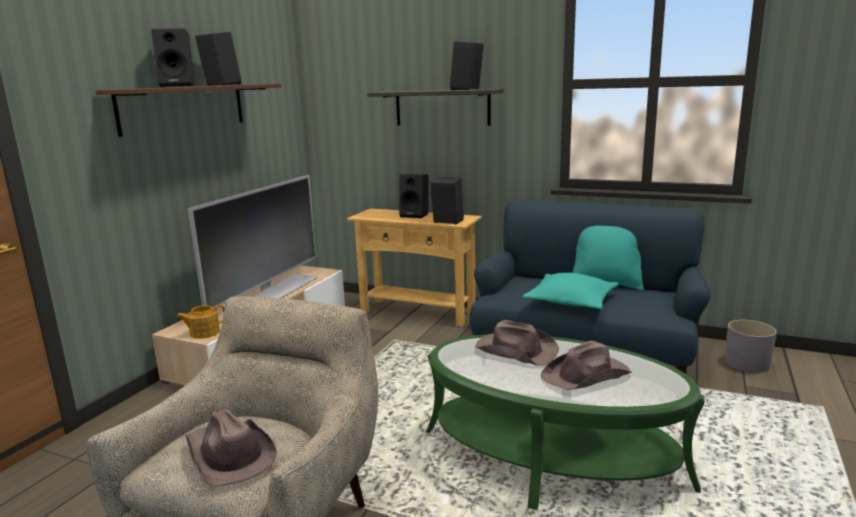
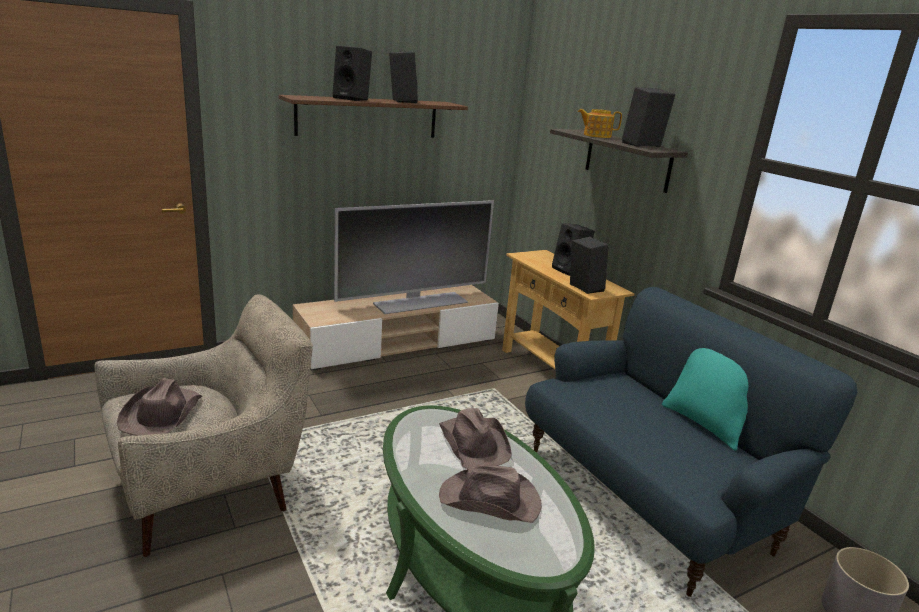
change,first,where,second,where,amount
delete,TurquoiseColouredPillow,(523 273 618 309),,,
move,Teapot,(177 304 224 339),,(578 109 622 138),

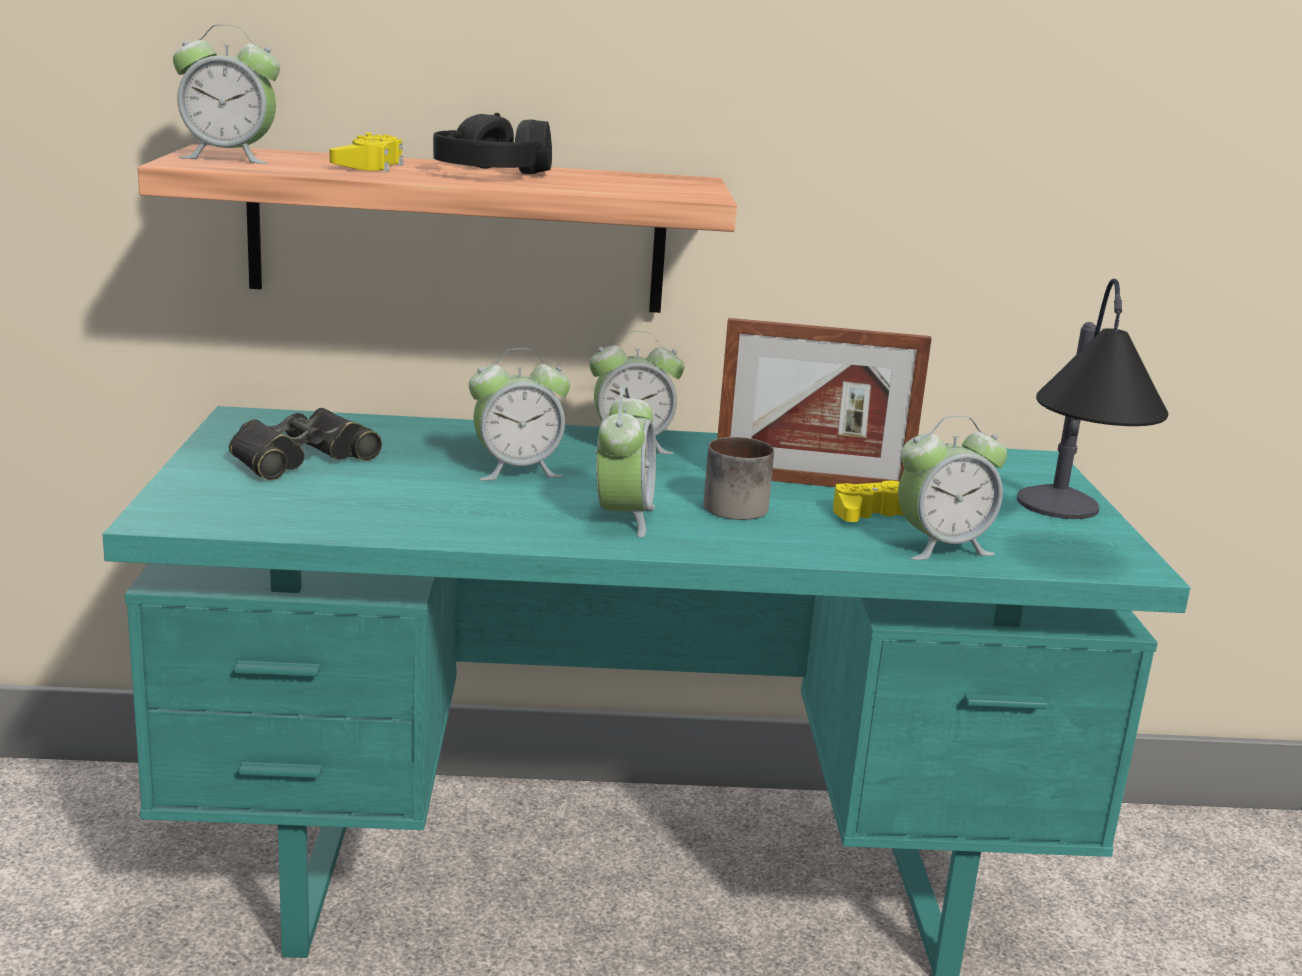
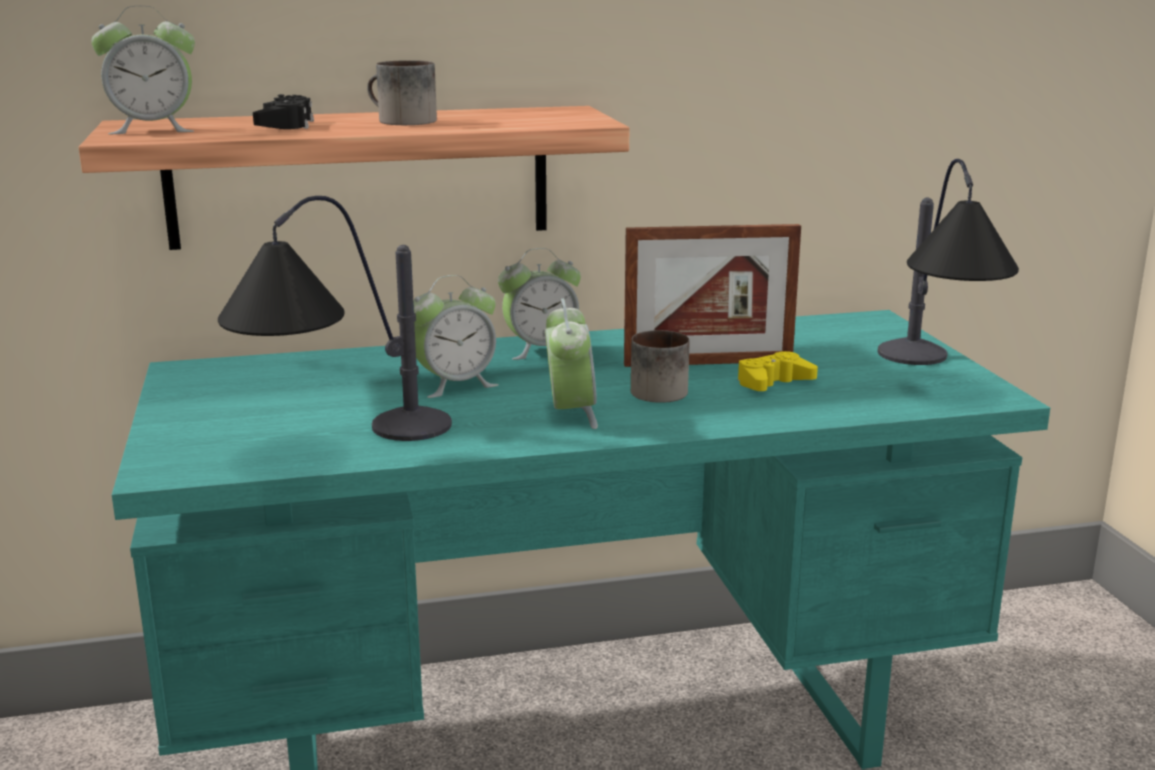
change,first,where,second,where,amount
replace,BlackHeadphones,(433 113 552 174),CoffeeMug,(367 60 437 125),
recolor,YellowColouredGameController,(330 133 404 172),BlackGameController,(253 94 314 129),
delete,BlackPairOfBinoculars,(229 408 382 480),,,
delete,BedsideClock,(898 415 1007 560),,,
insert,,,LampForATable,(218 196 452 441),

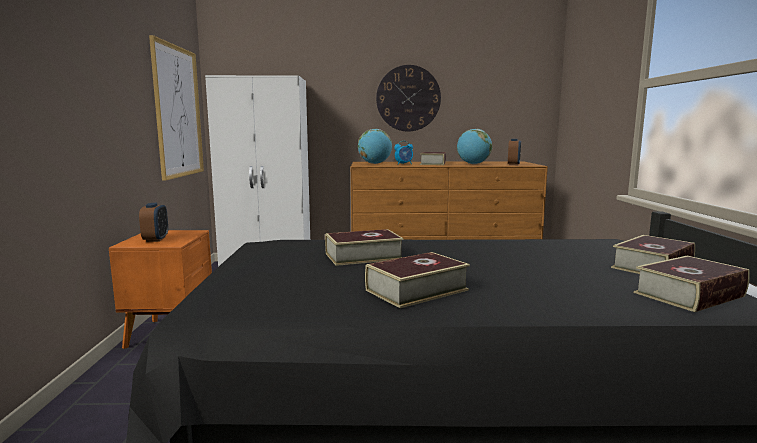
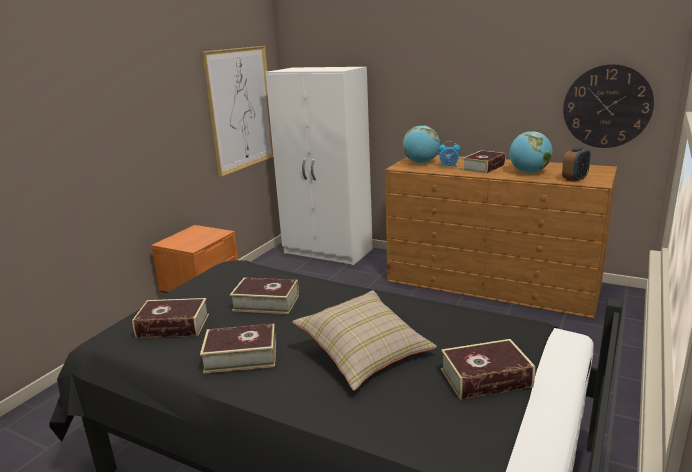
change,first,where,second,where,amount
move,ClockOnTheWall,(376 65 441 131),,(563 64 654 148),
delete,BedsideClock,(139 203 168 242),,,
move,BoundBook,(634 256 750 312),,(132 298 209 338),
insert,,,BeigeColouredPillow,(292 290 437 391),

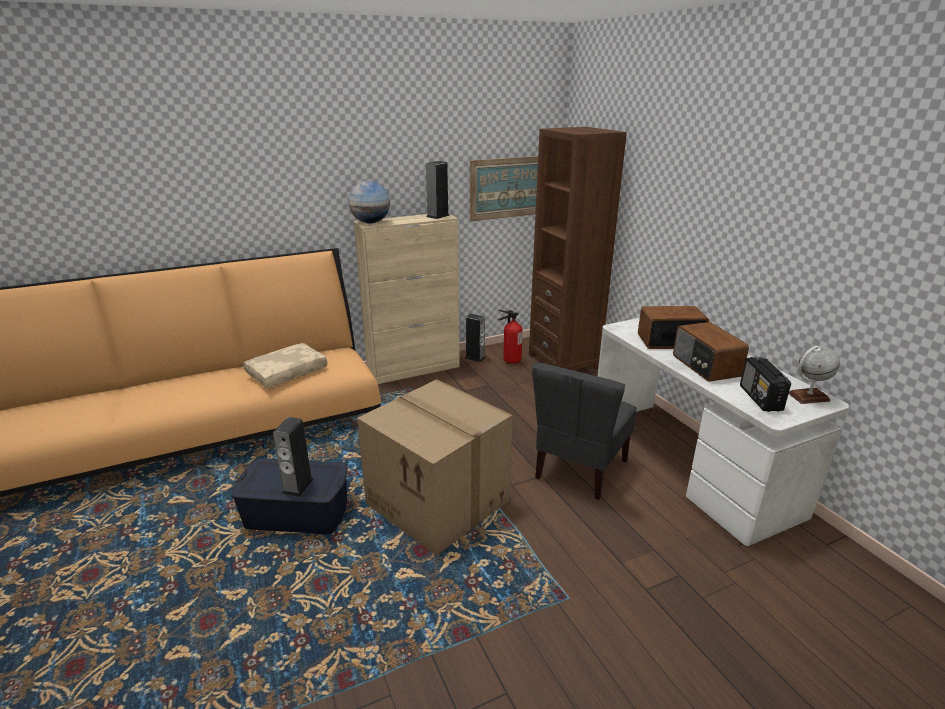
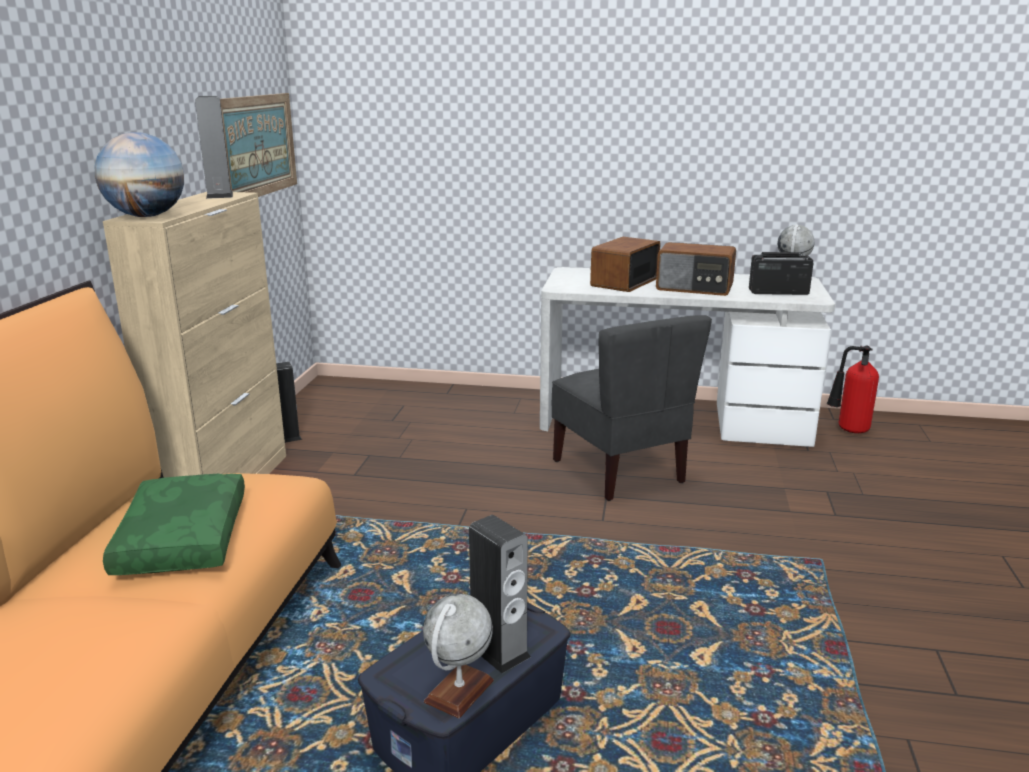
change,first,where,second,where,amount
delete,BrownColouredBookcase,(529 127 627 370),,,
move,Extinguisher,(498 310 523 364),,(827 346 879 433),
recolor,BeigeColouredPillow,(243 343 327 388),GreenPillow,(103 474 245 575),
rotate,RadioReceiver,(740 357 791 412),,(749 252 813 295),150 degrees clockwise
delete,CardboardBox,(357 379 513 556),,,
insert,,,Globe,(423 593 494 718),

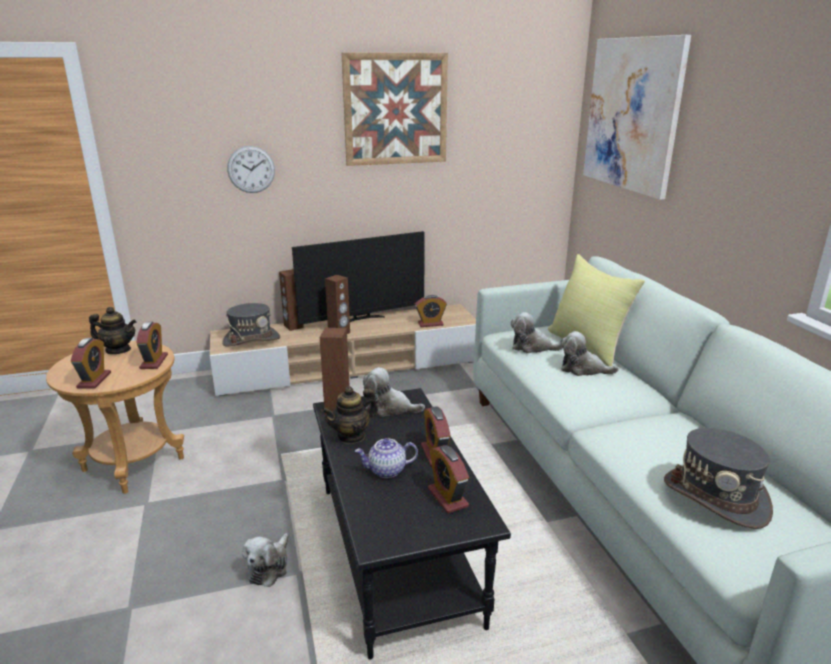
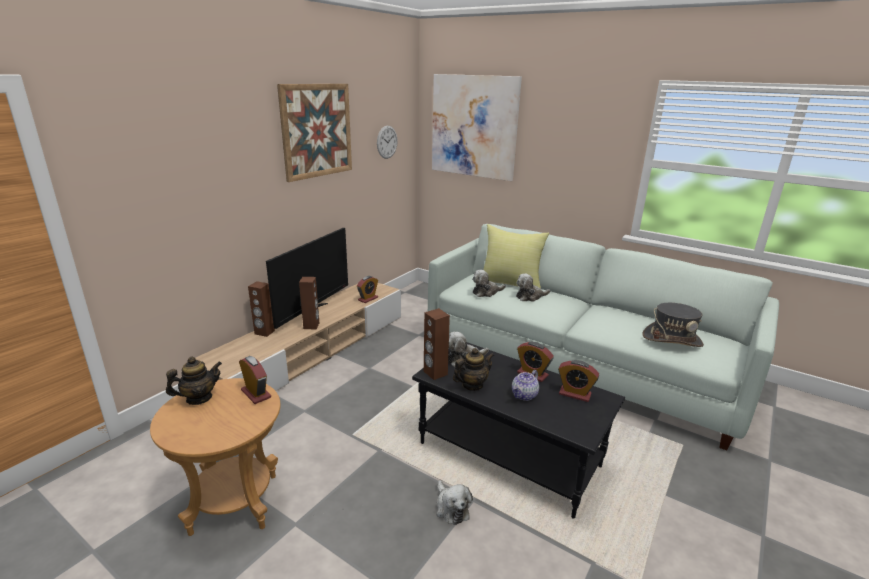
change,first,where,second,where,amount
move,ClockOnTheWall,(227 146 275 193),,(377 126 398 159),
delete,GrayWearableHat,(222 303 280 346),,,
delete,BedsideClock,(71 338 111 388),,,
rotate,Teapot,(321 386 378 444),,(453 348 494 391),135 degrees counterclockwise

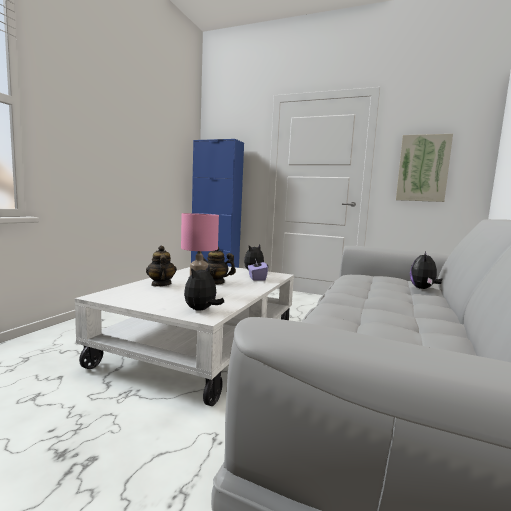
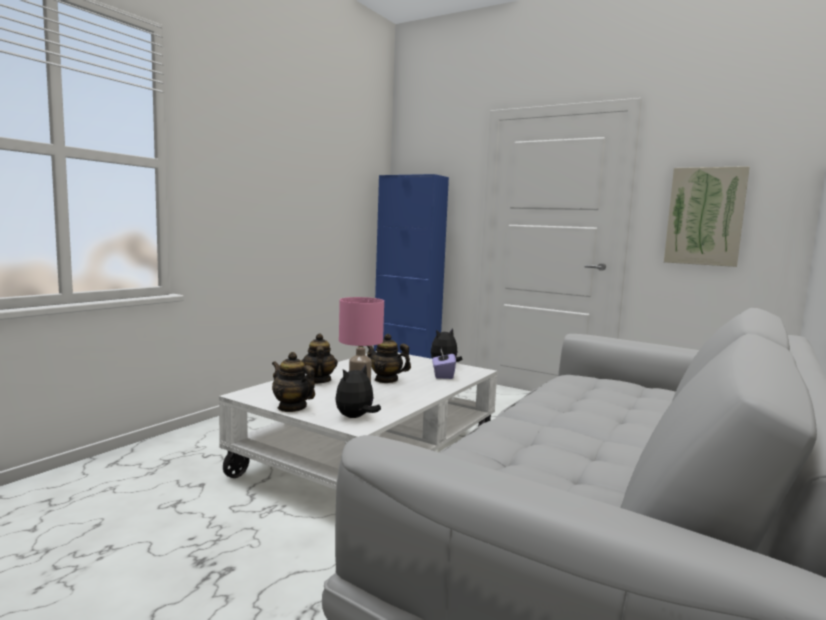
change,first,where,second,where,amount
delete,CuddlyToy,(410 252 442 289),,,
insert,,,Teapot,(272 352 315 412),

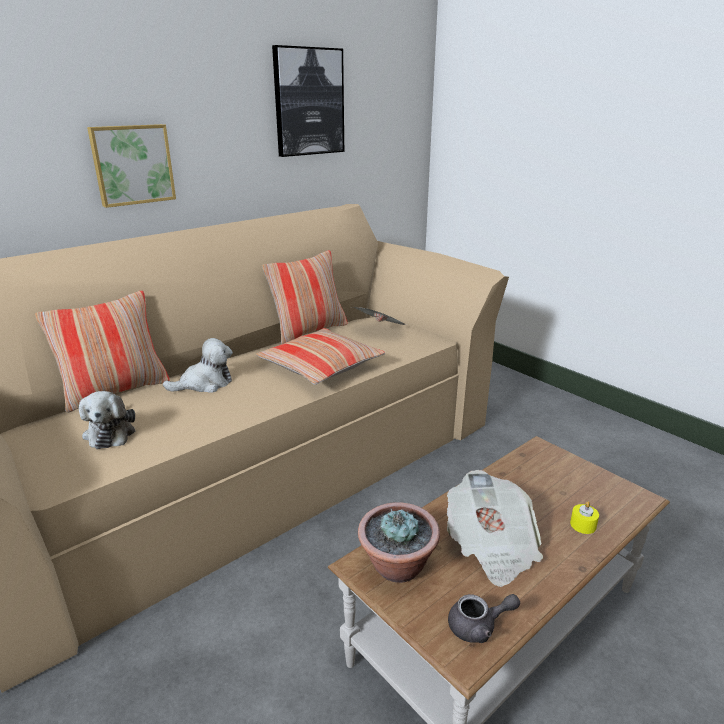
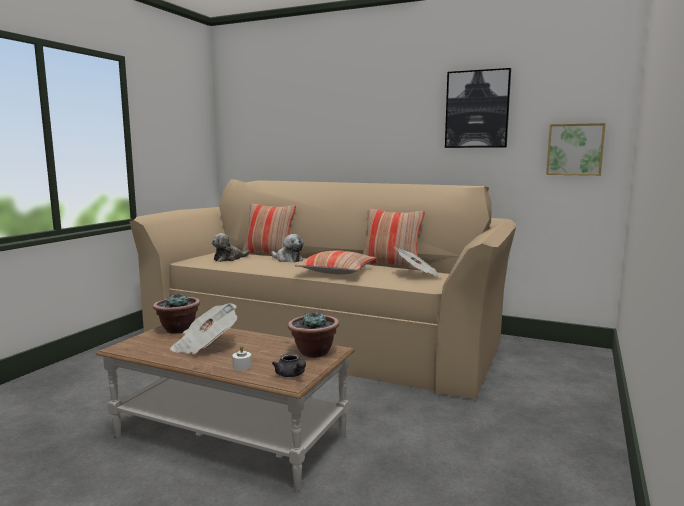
change,first,where,second,where,amount
move,WallArt,(87 124 176 208),,(546 123 606 176),
recolor,YellowColouredWaxCandle,(570 501 599 534),WhiteColouredWaxCandle,(232 345 252 371),
move,GrayTeapot,(448 594 520 643),,(272 353 306 377),
insert,,,PlantInAPot,(288 311 339 358),

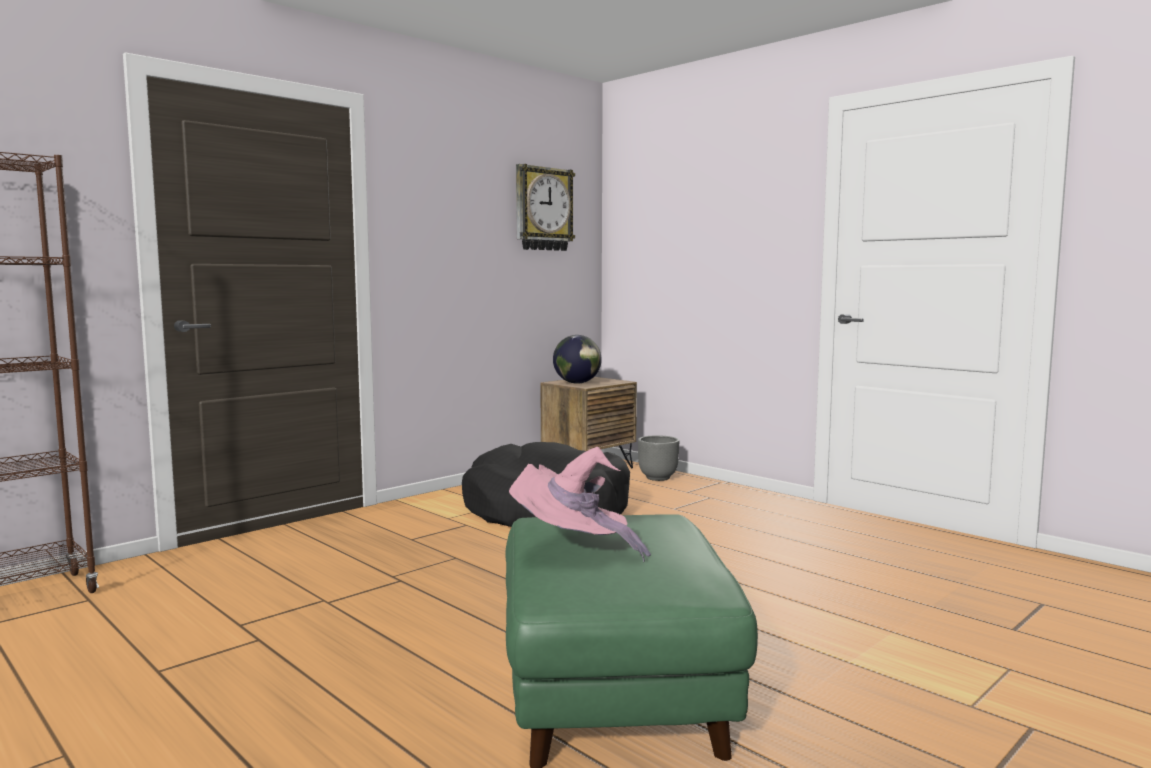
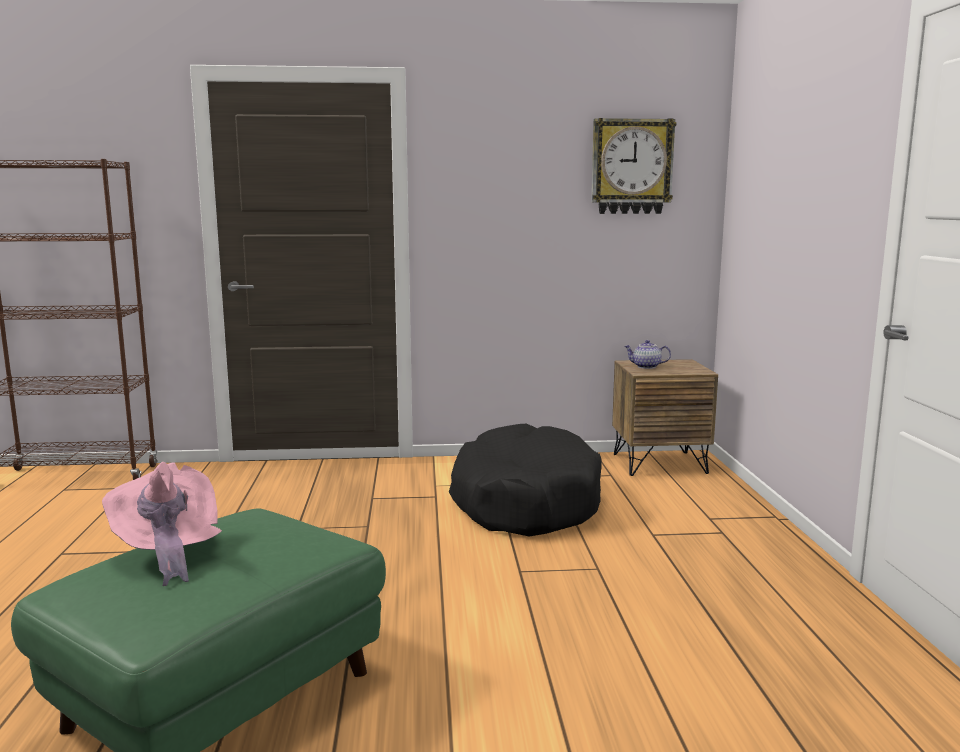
change,first,where,second,where,amount
replace,Globe,(553 335 602 384),Teapot,(624 340 671 369),
delete,GrayFlowerPot,(638 435 679 481),,,

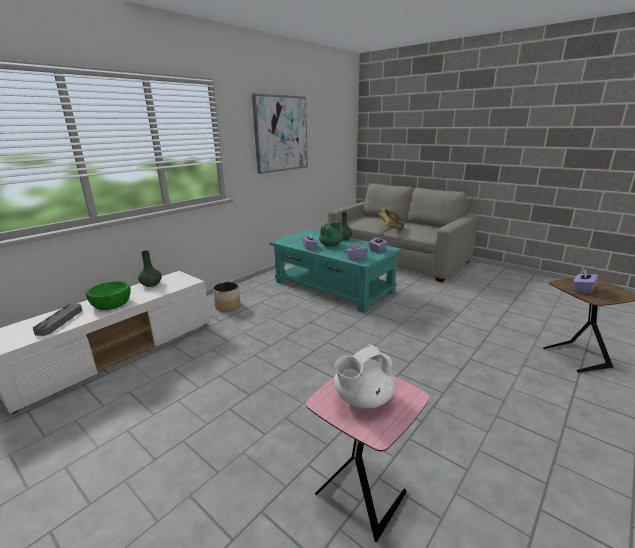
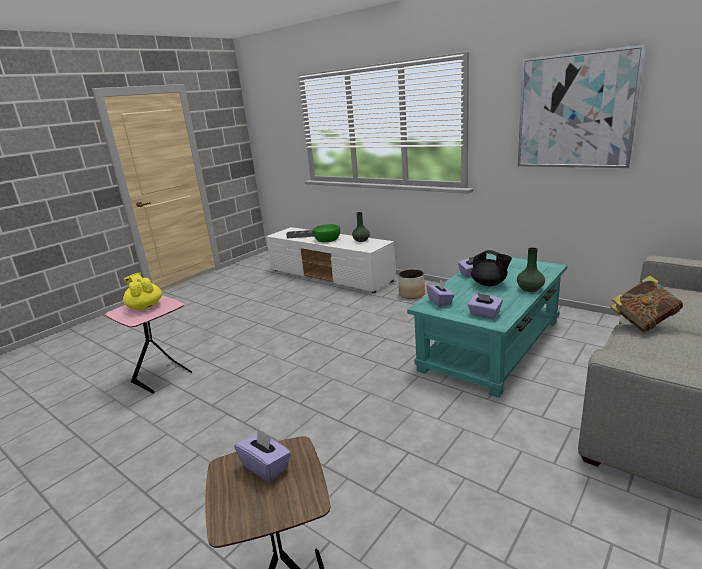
change,first,where,second,where,amount
recolor,GreenTeapot,(319 222 343 247),BlackTeapot,(471 250 512 286),
recolor,WhiteColouredTeapot,(334 344 394 409),YellowColouredTeapot,(123 272 162 310),

